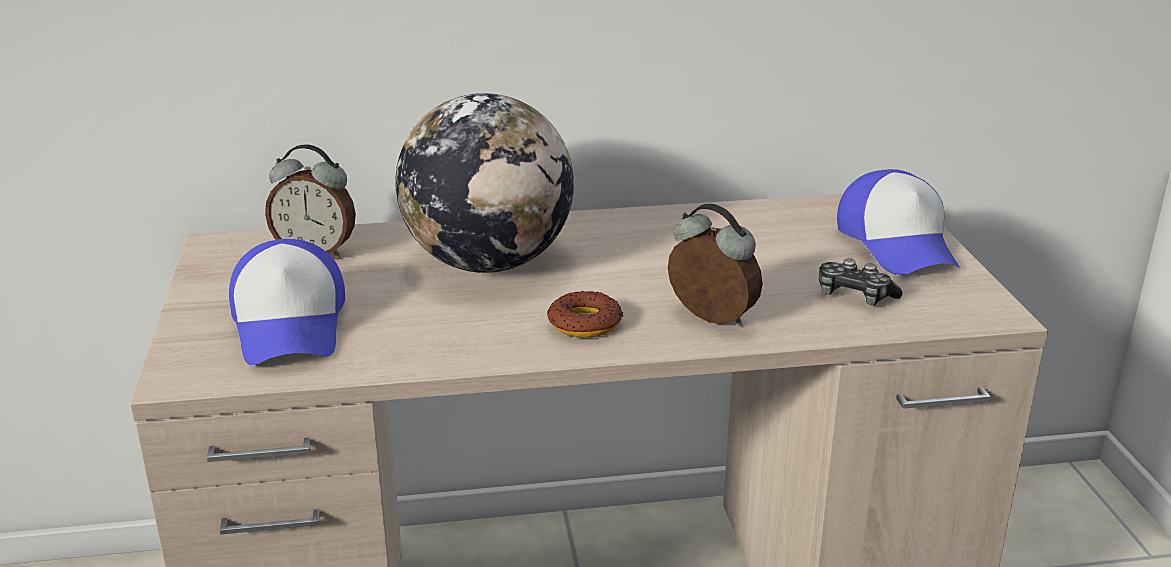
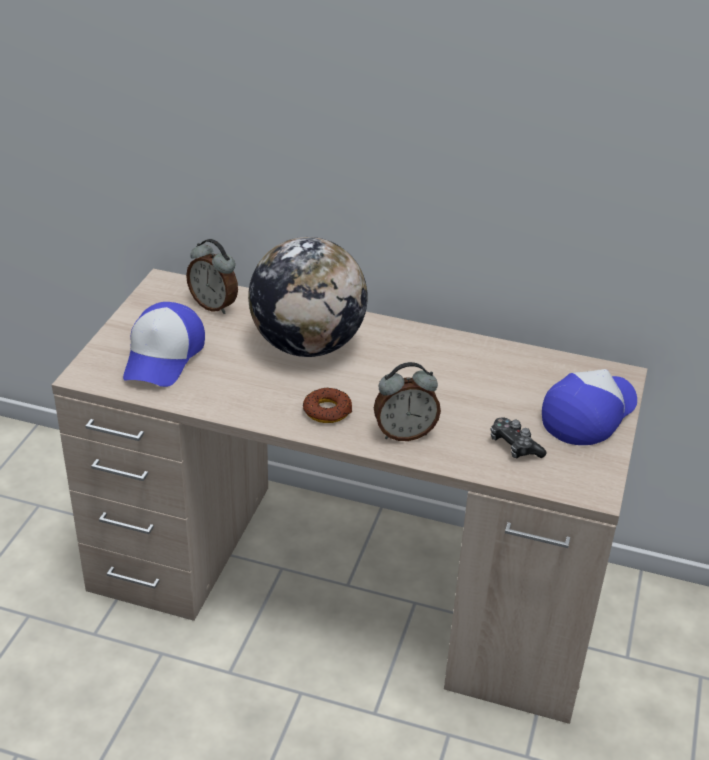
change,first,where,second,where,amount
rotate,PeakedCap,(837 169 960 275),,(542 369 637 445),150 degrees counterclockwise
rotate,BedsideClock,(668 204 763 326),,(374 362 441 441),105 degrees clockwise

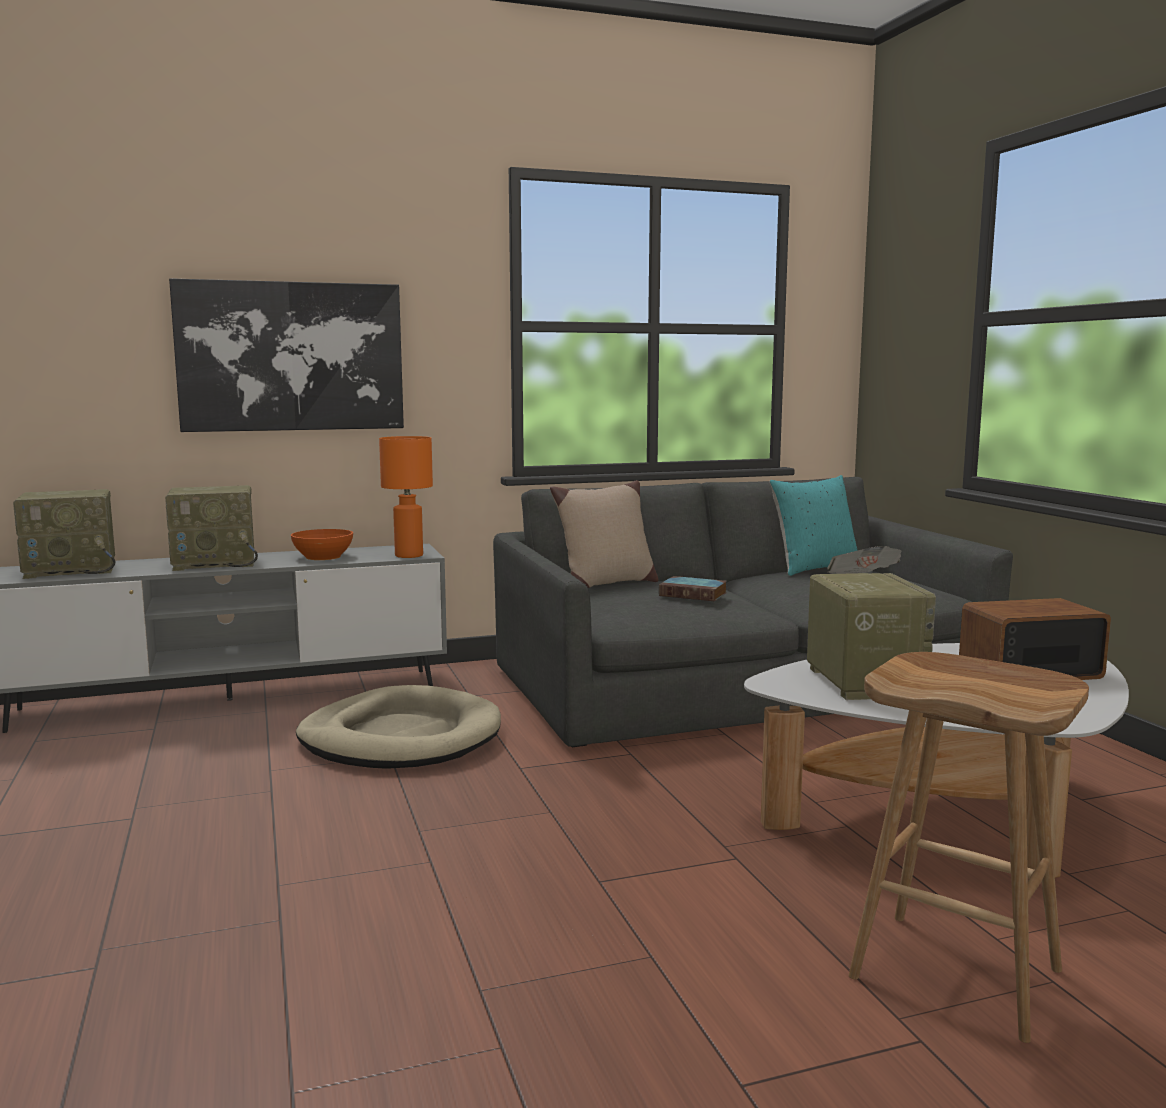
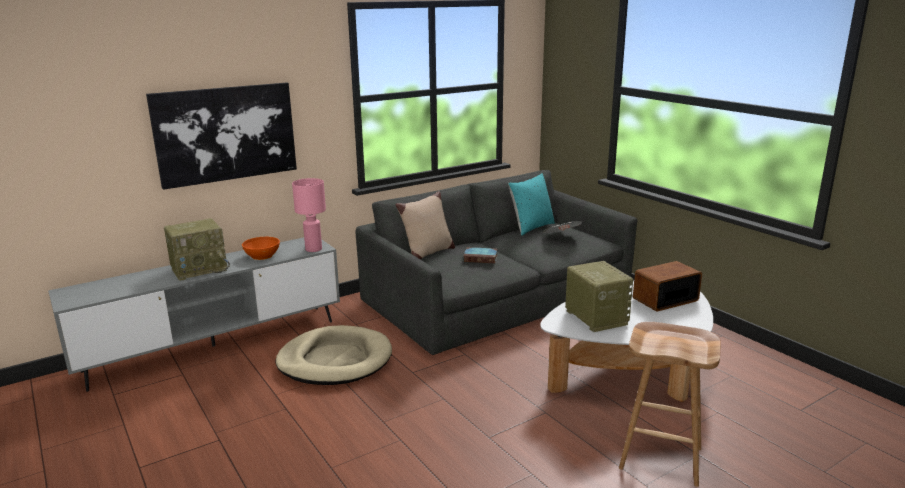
change,first,where,second,where,amount
recolor,OrangeLampForATable,(379 436 433 558),PinkLampForATable,(292 178 326 252),
delete,RadioReceiver,(13 489 115 579),,,

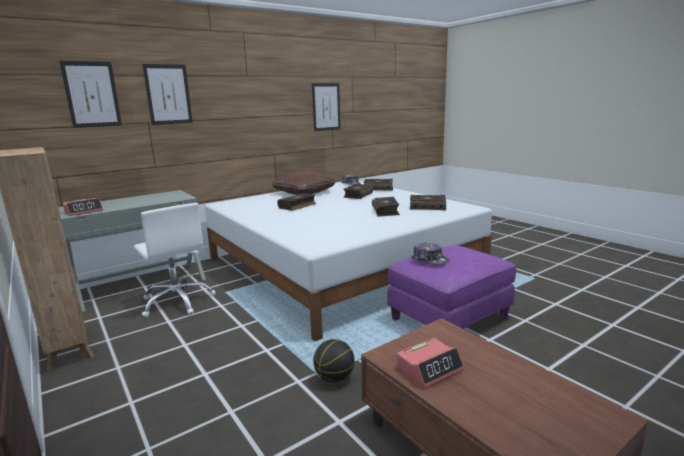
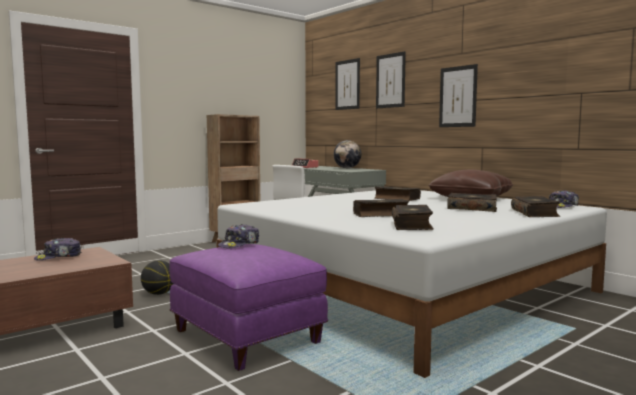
change,first,where,second,where,amount
move,WallArt,(312 83 341 131),,(439 64 478 127),
replace,BedsideClock,(397 338 464 389),PeakedCap,(34 238 81 261),
insert,,,Globe,(334 140 361 168),

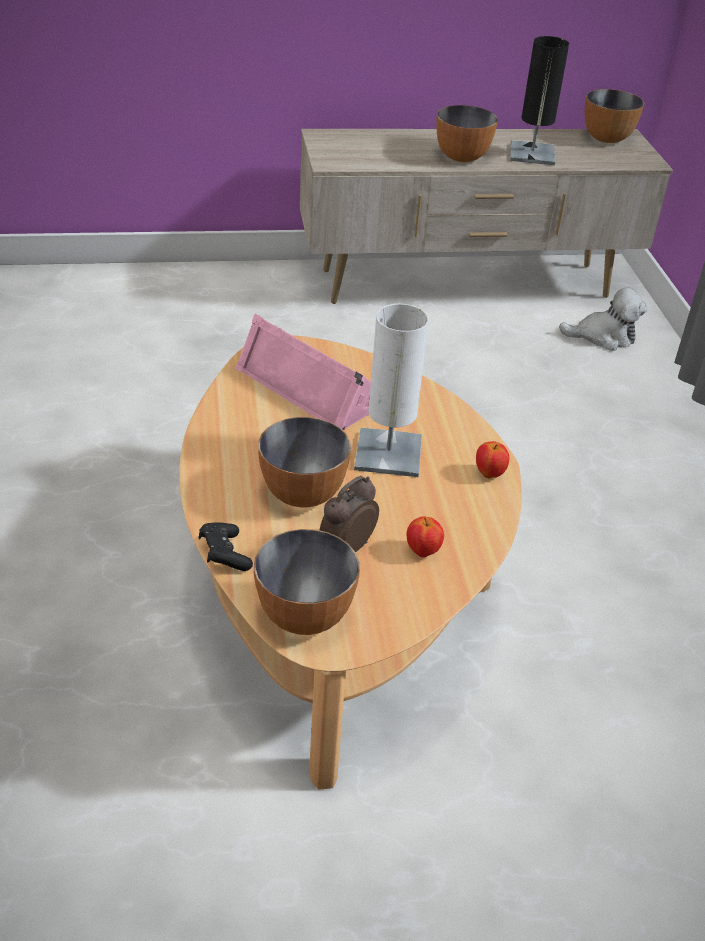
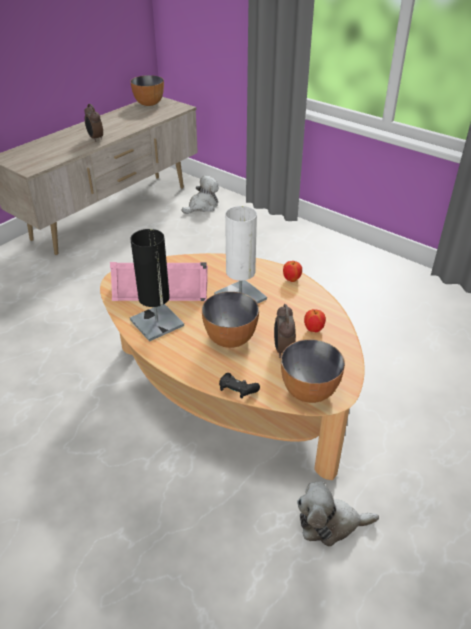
change,first,where,second,where,amount
move,BlackLampForATable,(510 36 569 165),,(130 229 184 342),
replace,ServingBowl,(436 105 498 162),BedsideClock,(84 104 103 142),
insert,,,CuddlyToy,(297 482 379 547),

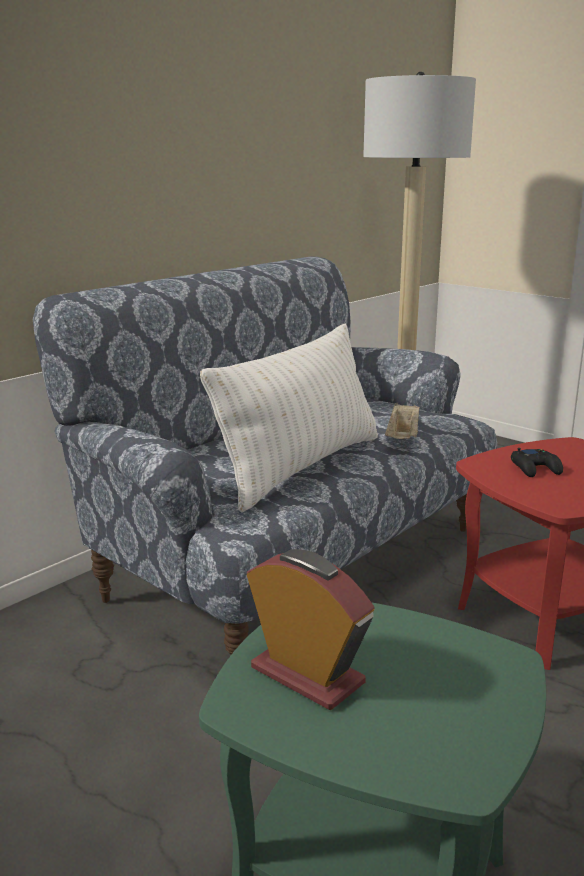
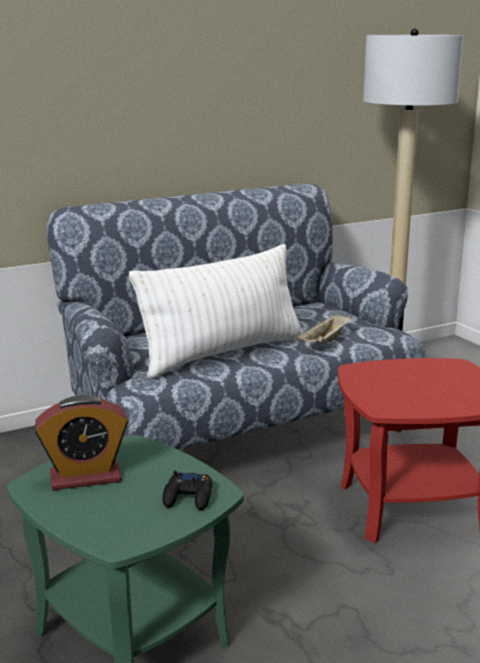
change,first,where,second,where,amount
move,BlackGameController,(511 448 563 477),,(163 471 212 510),
rotate,BedsideClock,(247 549 374 710),,(35 395 128 490),105 degrees clockwise

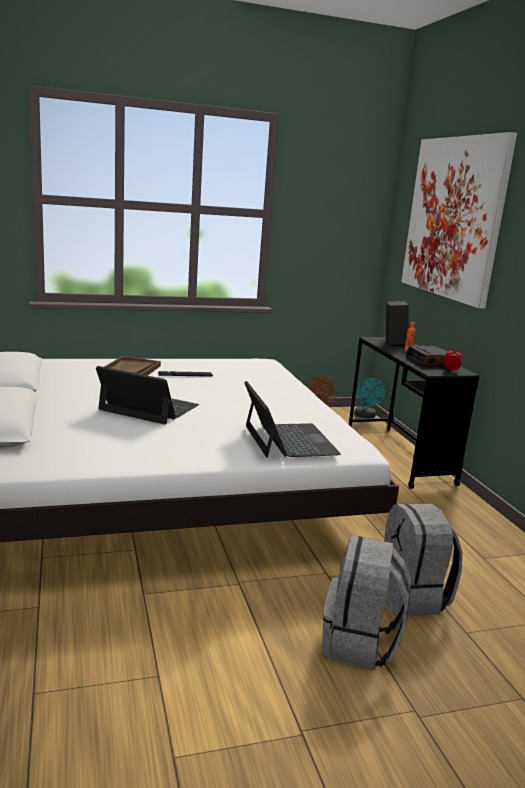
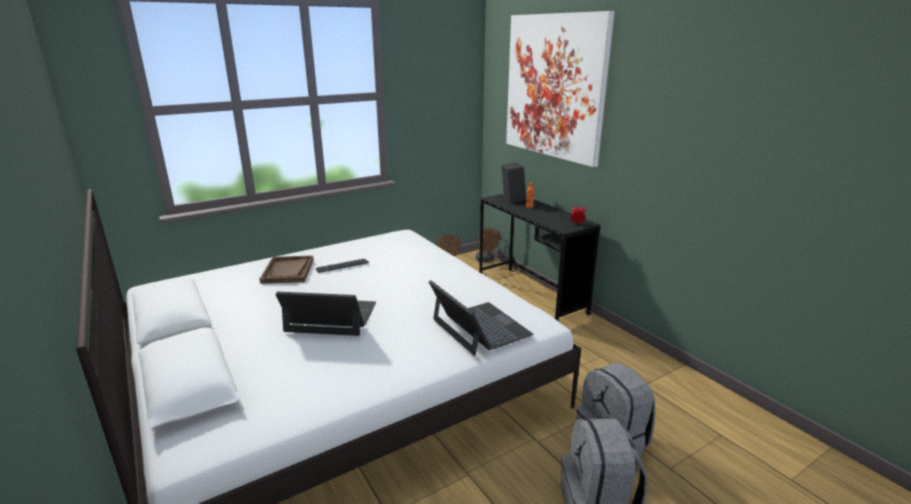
change,first,where,second,where,amount
delete,BedsideClock,(405 346 448 367),,,
recolor,TurquoiseColouredElectricFan,(354 378 385 418),BrownColouredElectricFan,(475 228 501 262),

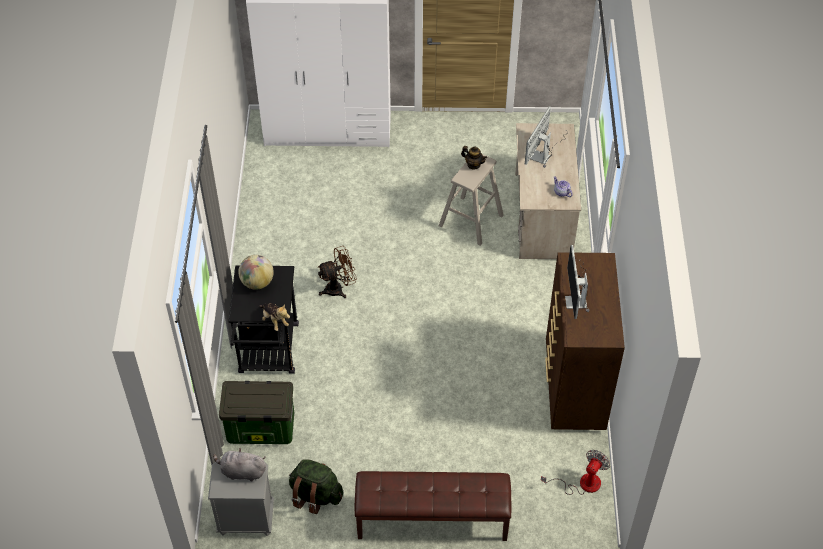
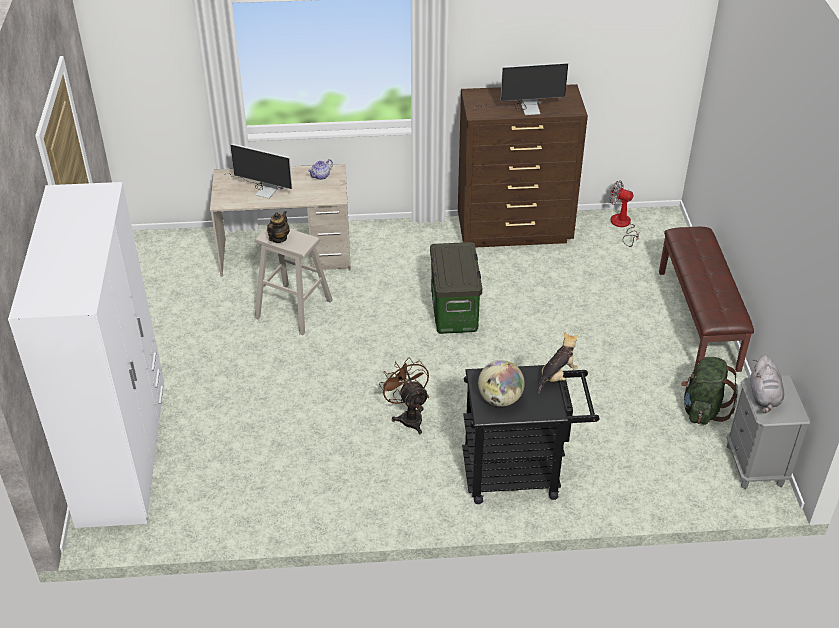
change,first,where,second,where,amount
move,StorageBox,(219 381 294 444),,(430 242 482 334),

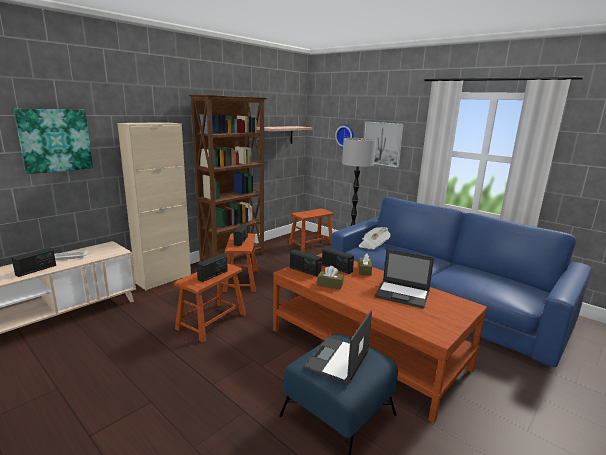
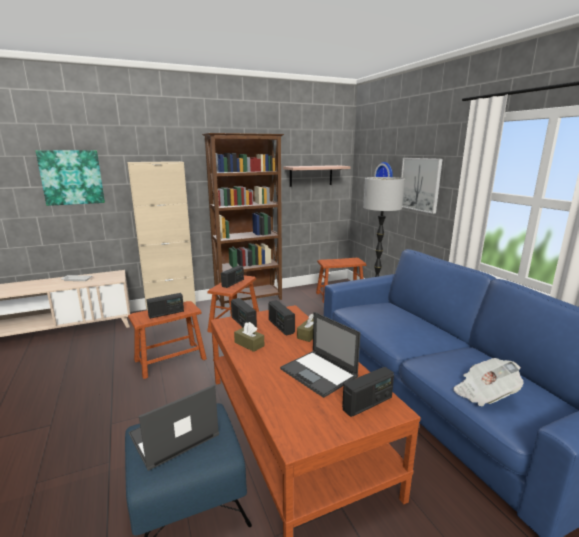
change,first,where,second,where,amount
move,Newspaper,(359 227 391 249),,(453 358 524 407),
move,RadioReceiver,(11 247 56 277),,(342 367 394 417),

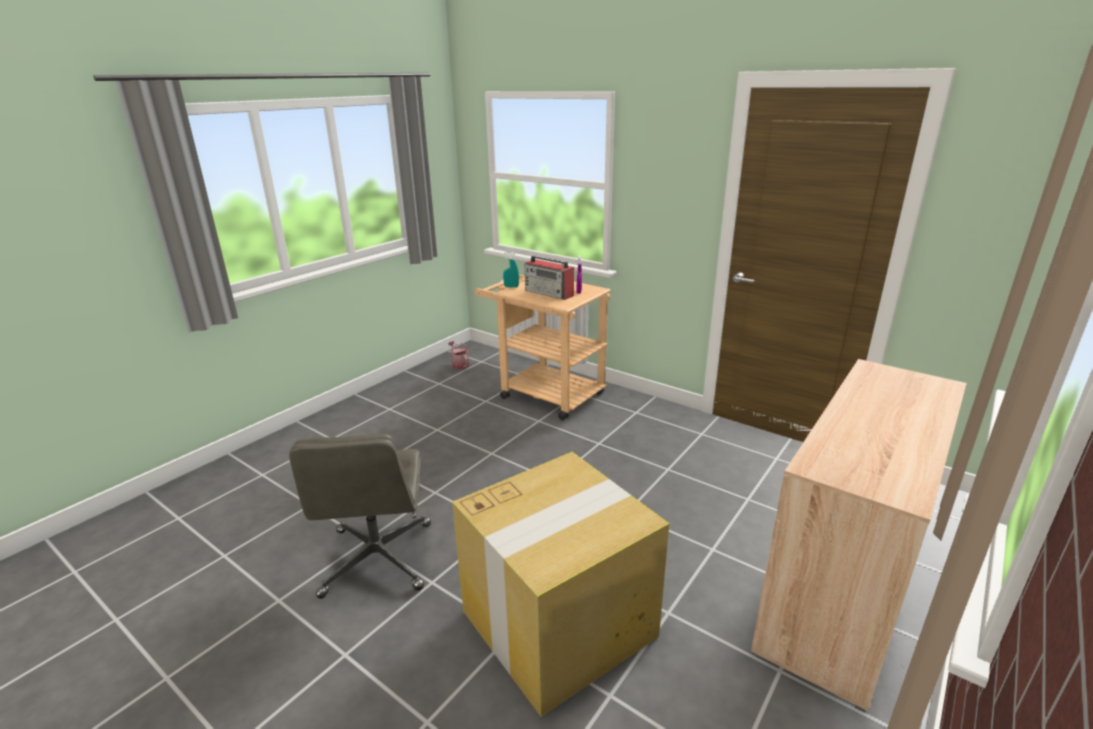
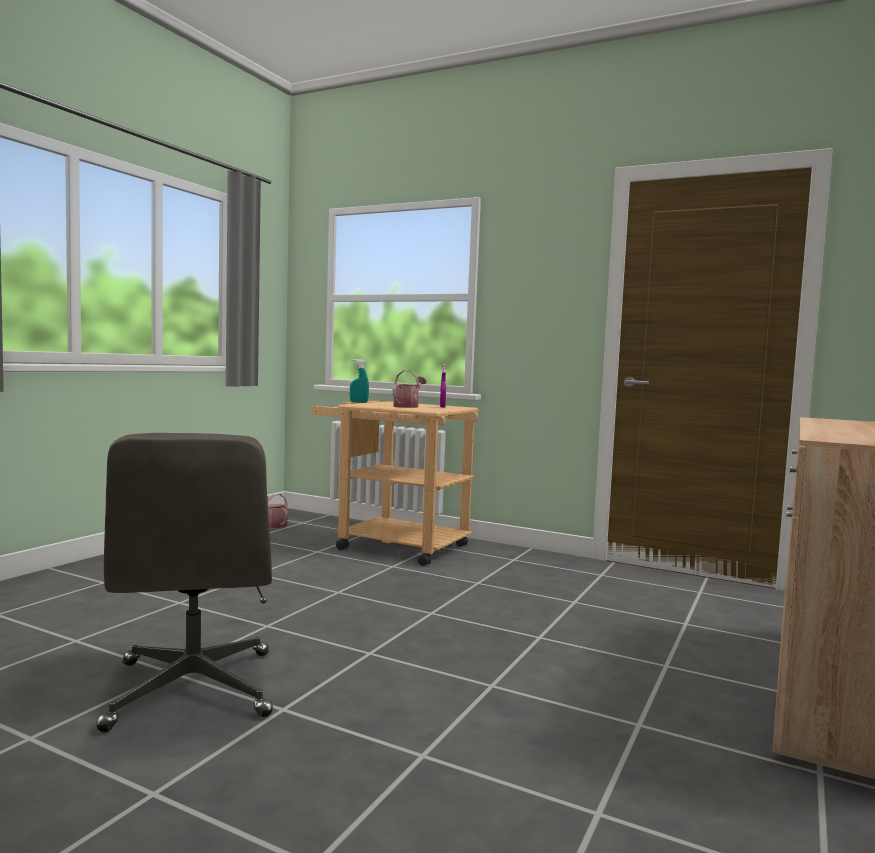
change,first,where,second,where,amount
replace,RadioReceiver,(525 255 574 300),WateringPot,(393 370 426 408),
delete,CardboardBox,(452 452 669 717),,,

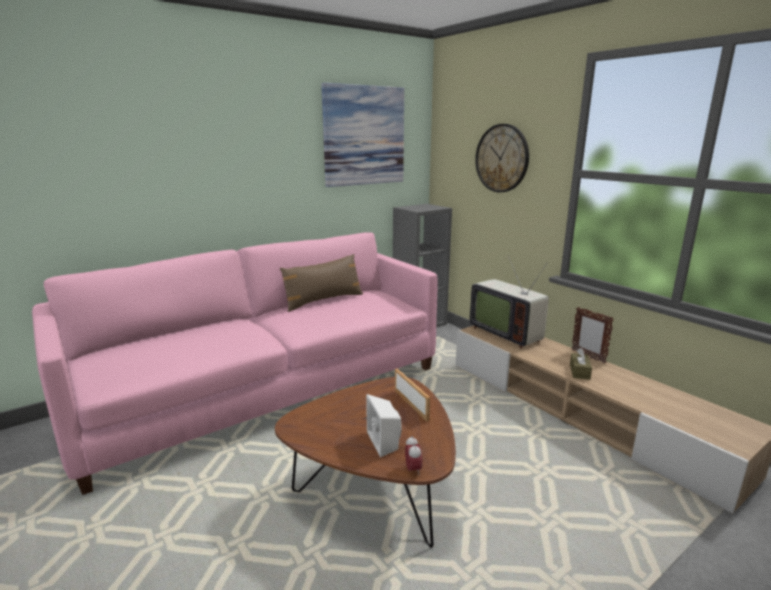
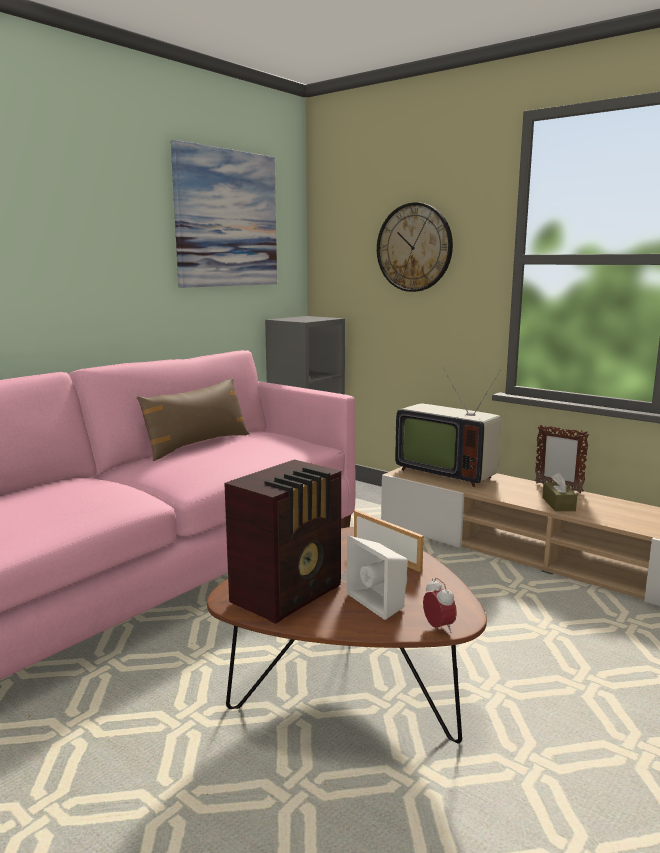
change,first,where,second,where,amount
insert,,,RadioReceiver,(224 460 341 624),

